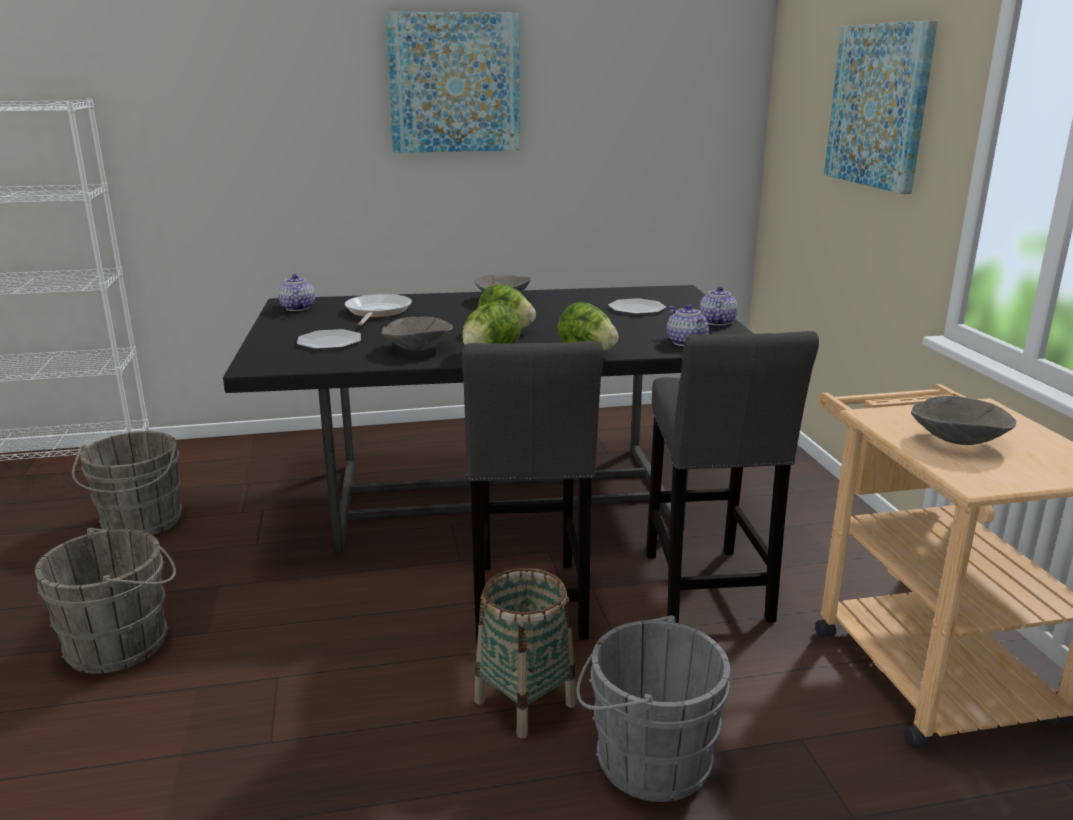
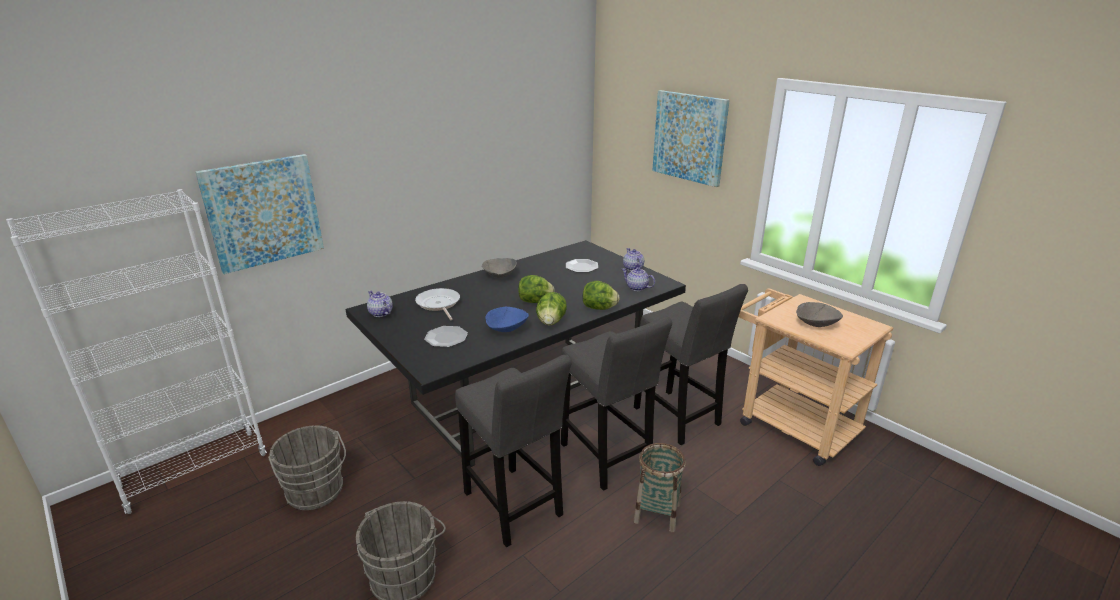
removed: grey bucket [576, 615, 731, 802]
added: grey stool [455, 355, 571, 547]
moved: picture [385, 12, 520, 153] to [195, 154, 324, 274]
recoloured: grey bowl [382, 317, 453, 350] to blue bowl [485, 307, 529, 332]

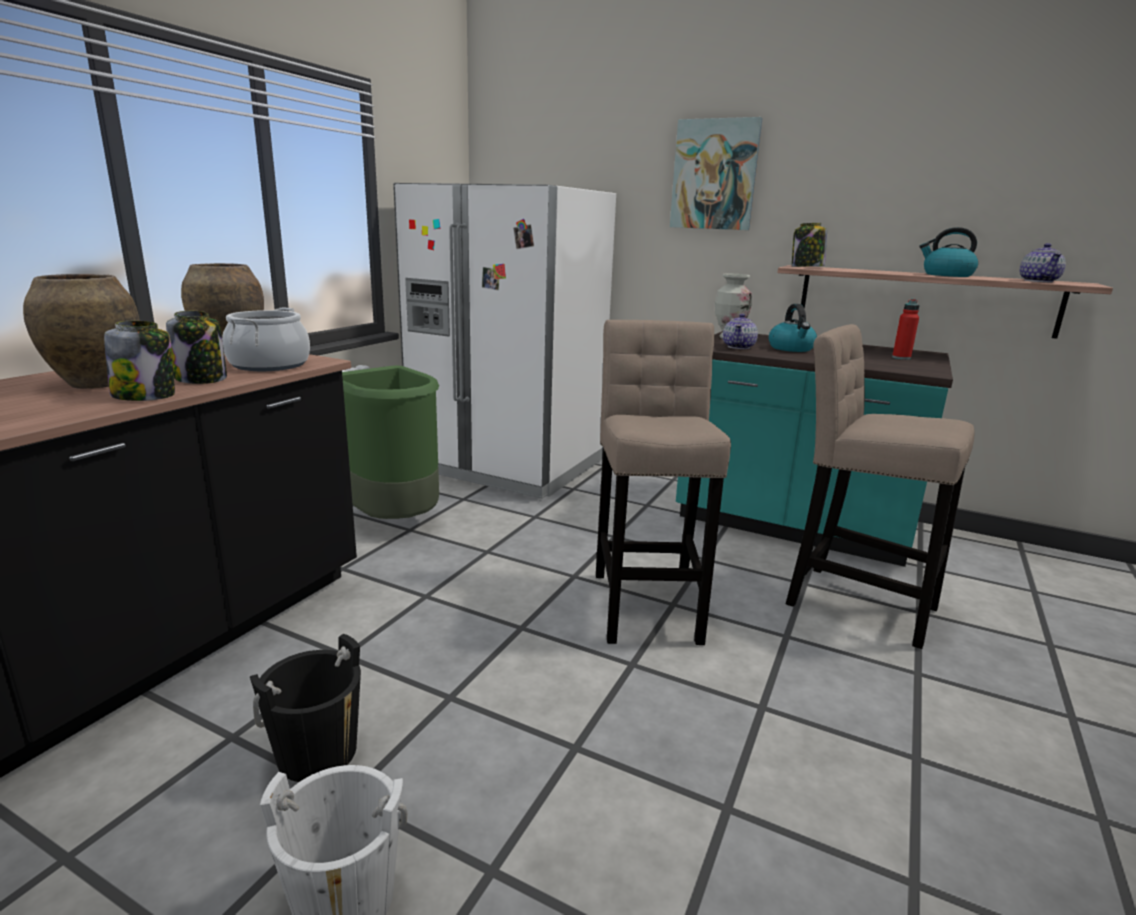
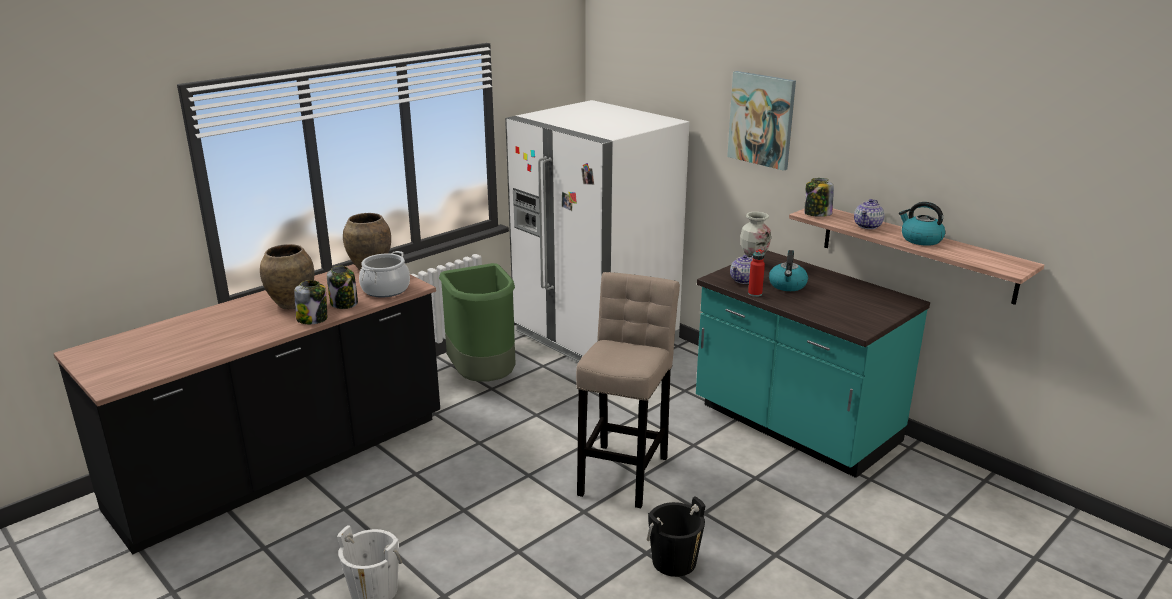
removed: beige stool [786, 324, 975, 649]
moved: black bucket [250, 633, 361, 782] to [647, 496, 705, 577]; red bottle [892, 299, 919, 360] to [748, 249, 765, 297]; teapot [1020, 243, 1066, 282] to [854, 199, 885, 229]

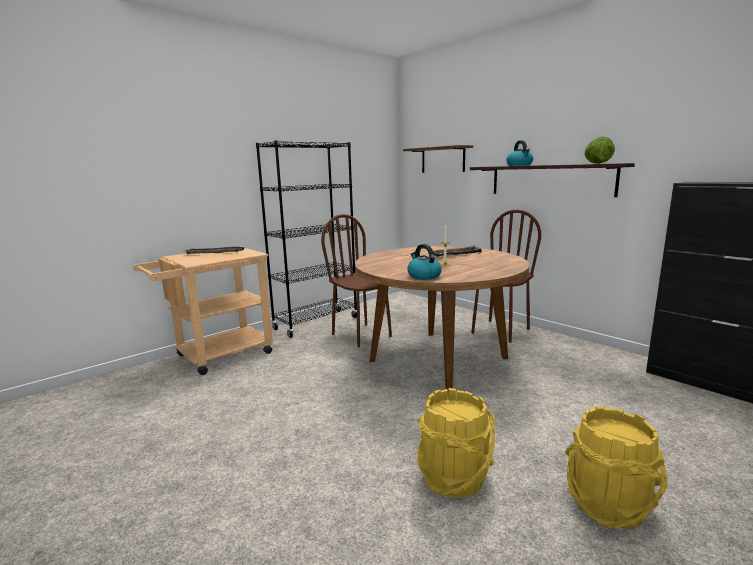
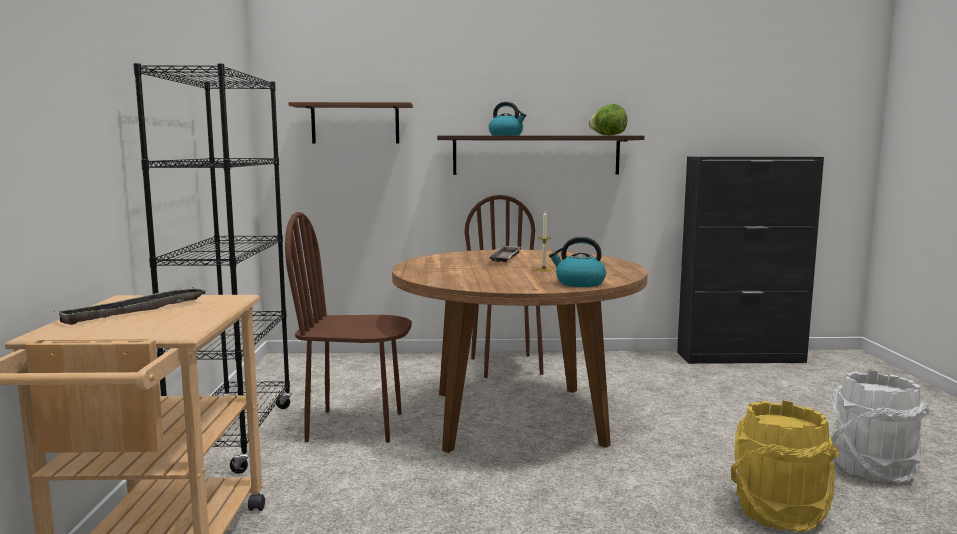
recoloured: yellow bucket [565, 406, 668, 530] to white bucket [831, 370, 930, 483]

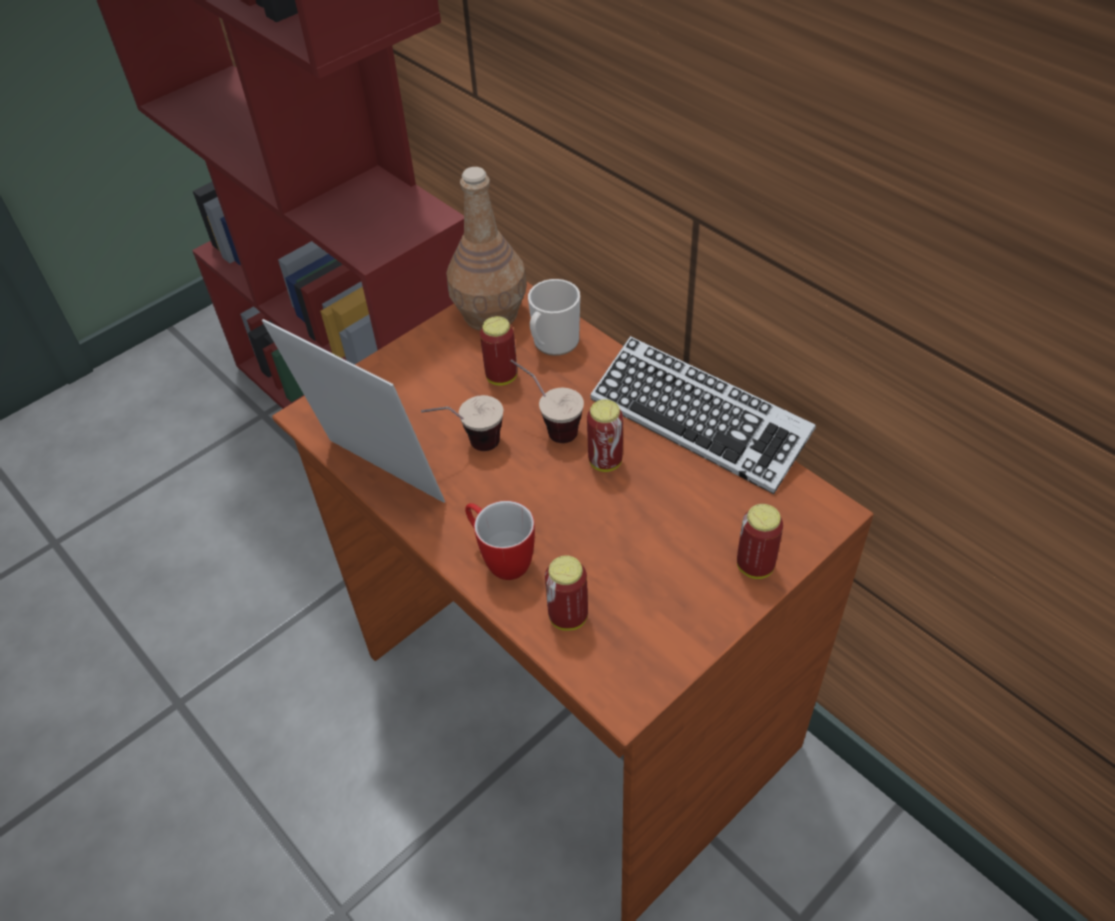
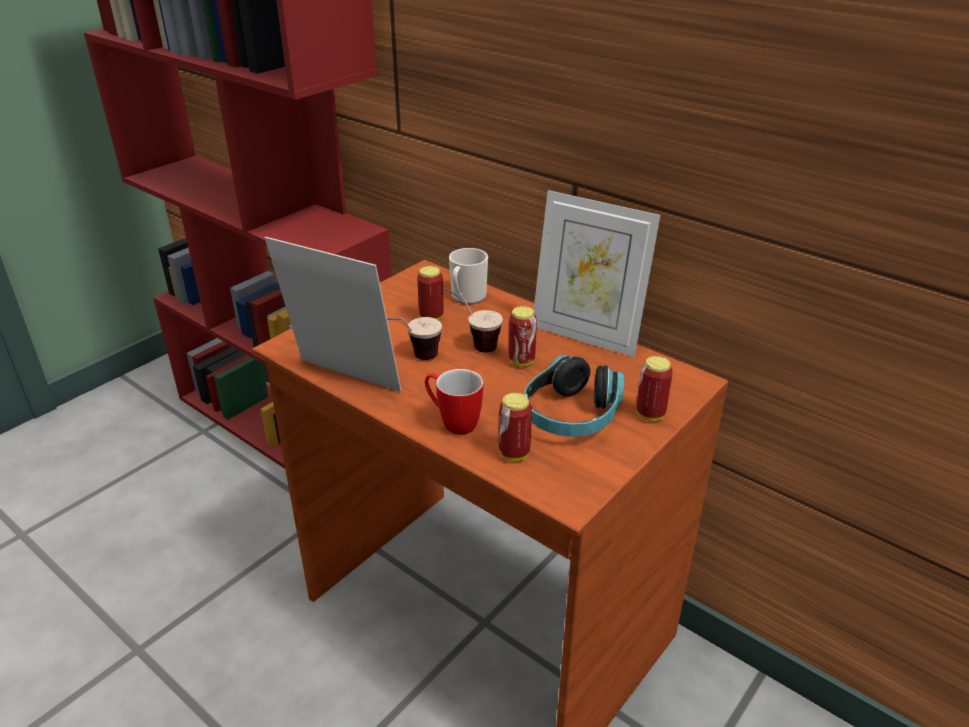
removed: brown bottle [446, 167, 527, 331]
added: headphones [524, 355, 624, 437]
replaced: keyboard [591, 336, 816, 494] to picture frame [534, 190, 660, 357]

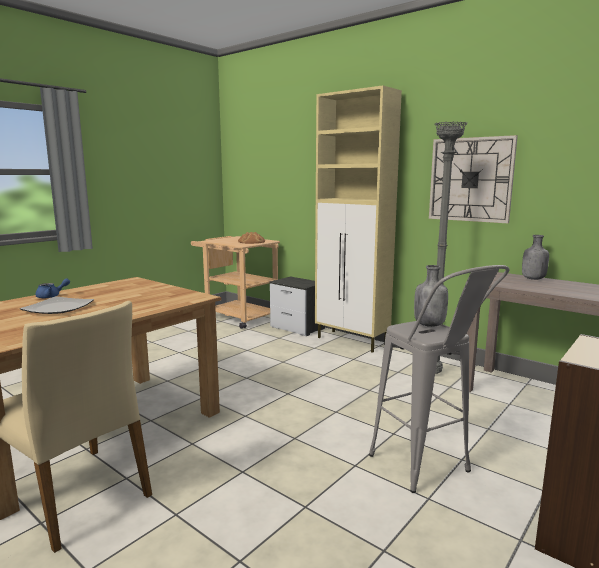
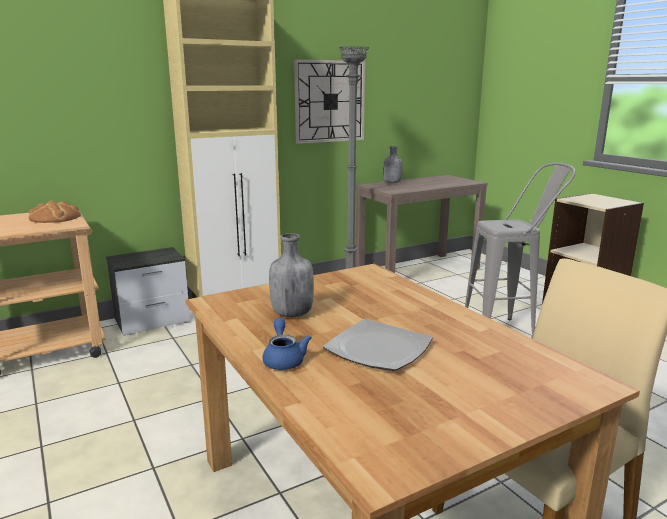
moved: grey bottle [414, 265, 448, 327] to [269, 233, 314, 317]

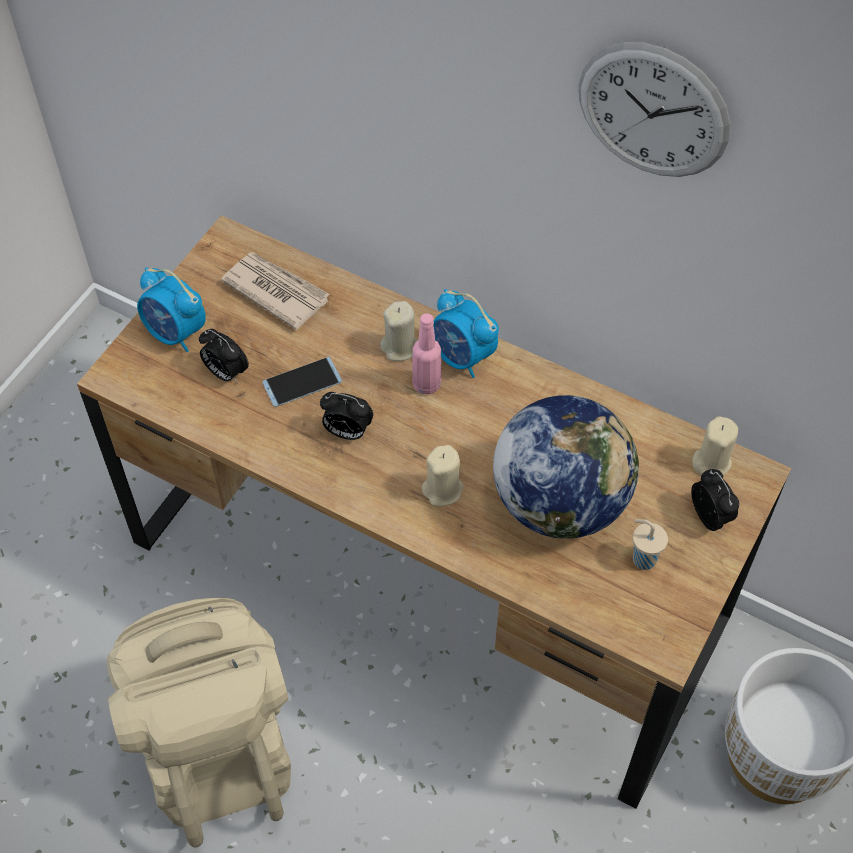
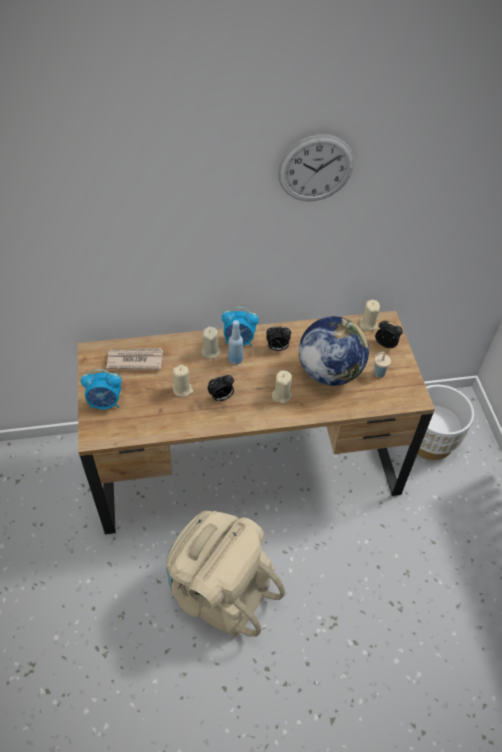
moved: alarm clock [199, 329, 249, 383] to [266, 326, 291, 351]
replaced: phone [262, 357, 342, 407] to beige candle [173, 365, 193, 397]
recoloured: pink bottle [412, 313, 441, 394] to blue bottle [228, 320, 243, 365]

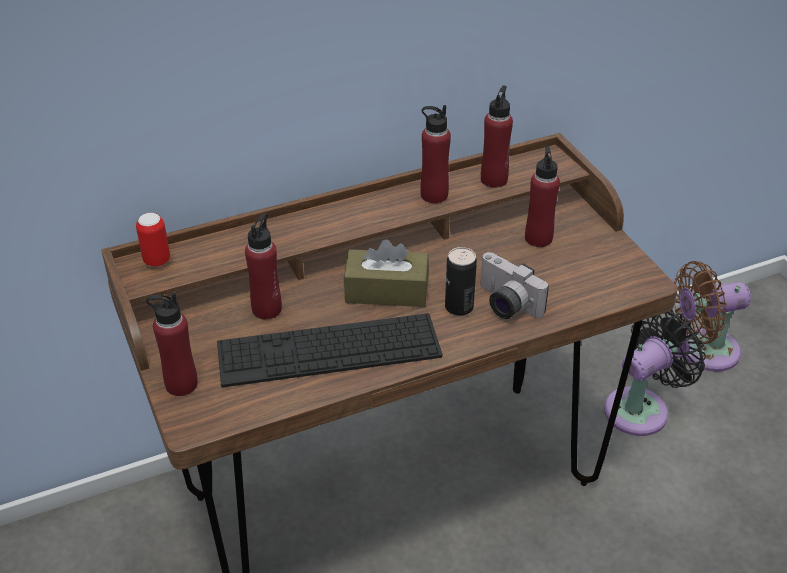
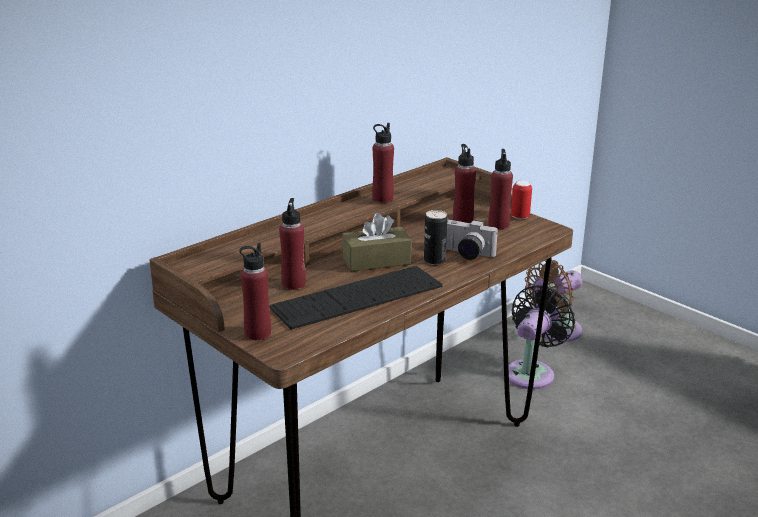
moved: can [136, 213, 170, 267] to [511, 181, 532, 220]; red bottle [481, 85, 513, 188] to [488, 149, 513, 230]

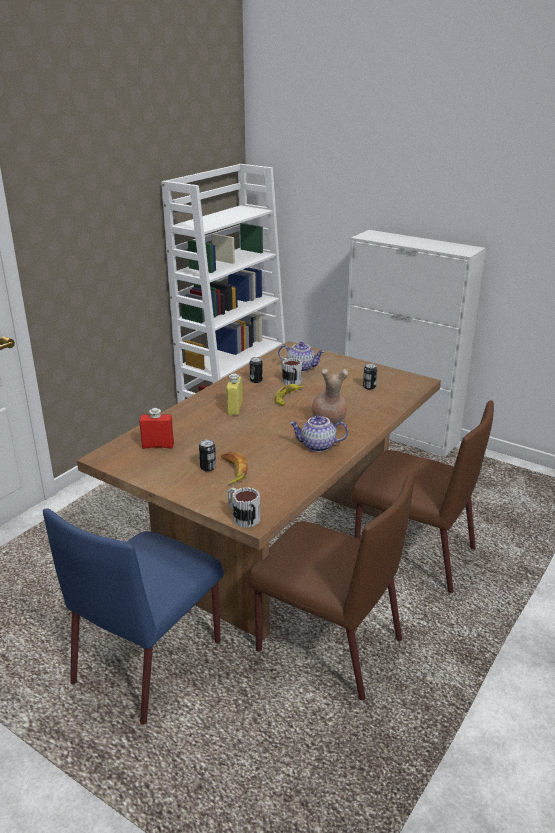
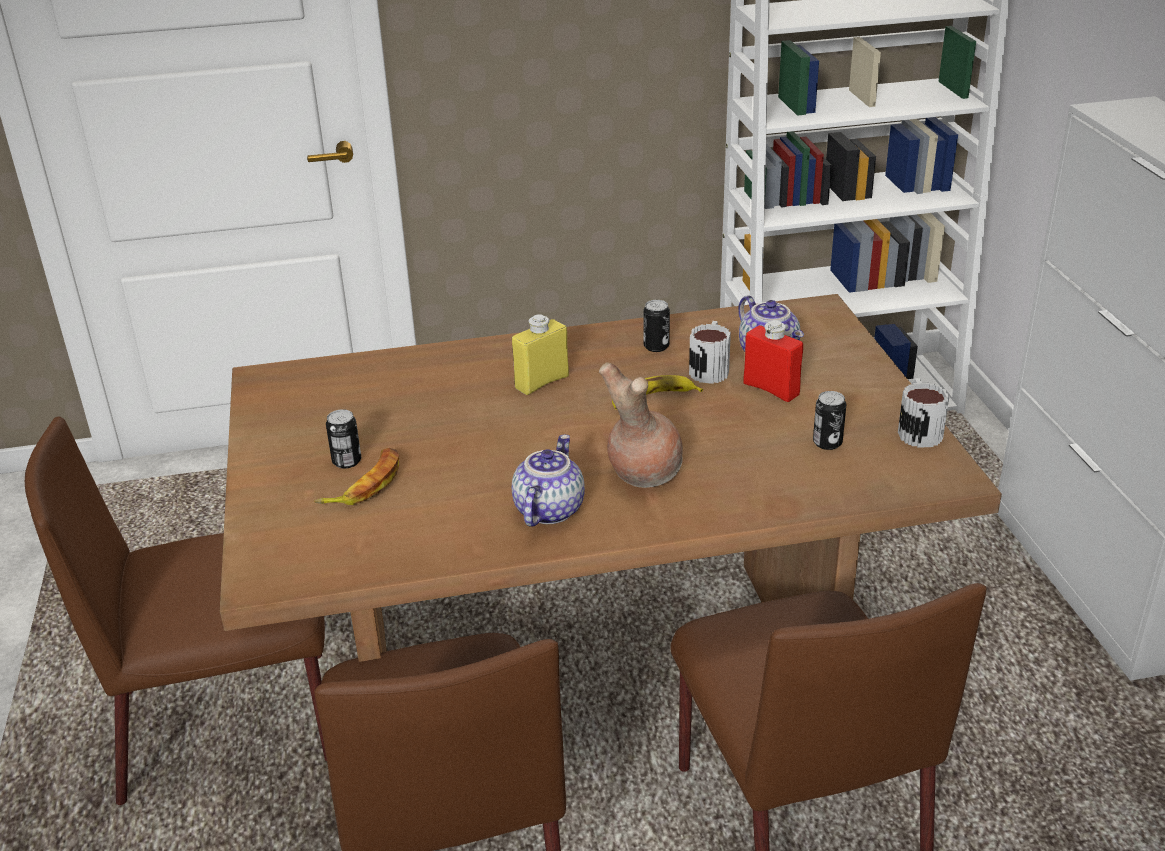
moved: red bottle [139, 408, 174, 449] to [743, 320, 803, 402]; mug [228, 487, 260, 528] to [898, 378, 949, 448]
recoloured: blue chair [43, 508, 224, 725] to brown chair [25, 417, 327, 805]
turned: teapot [290, 415, 348, 452] = [512, 435, 585, 527] 60 degrees clockwise

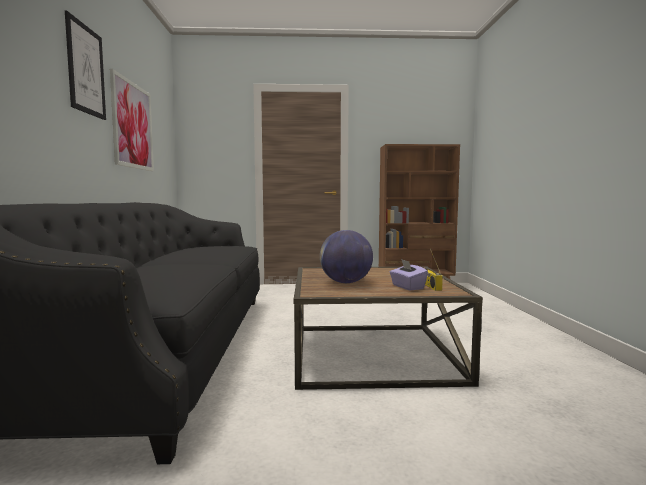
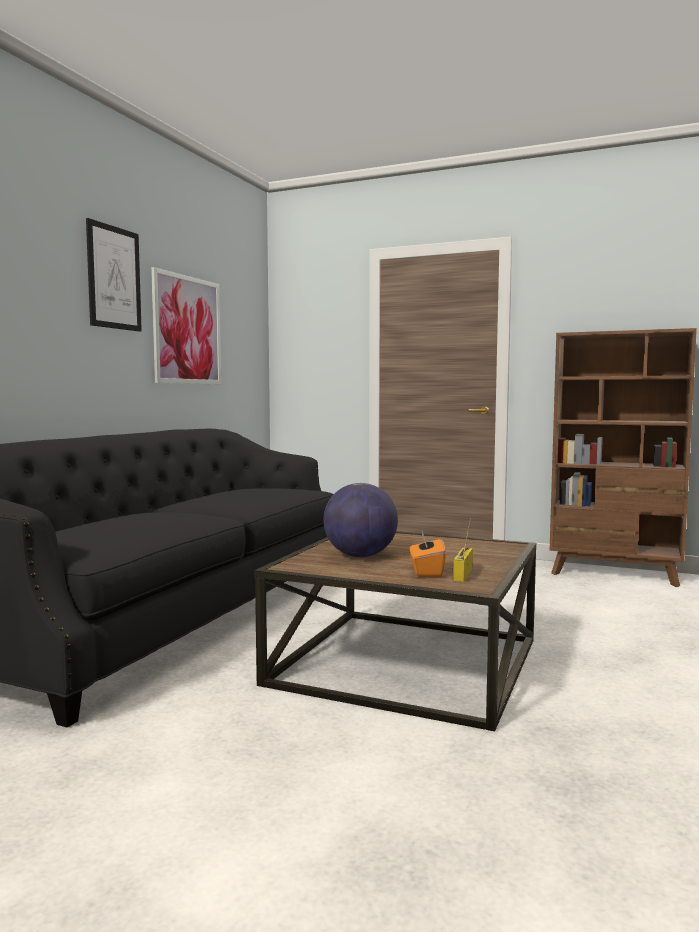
recoloured: purple tissue box [390, 259, 428, 290] to orange tissue box [410, 531, 446, 577]

